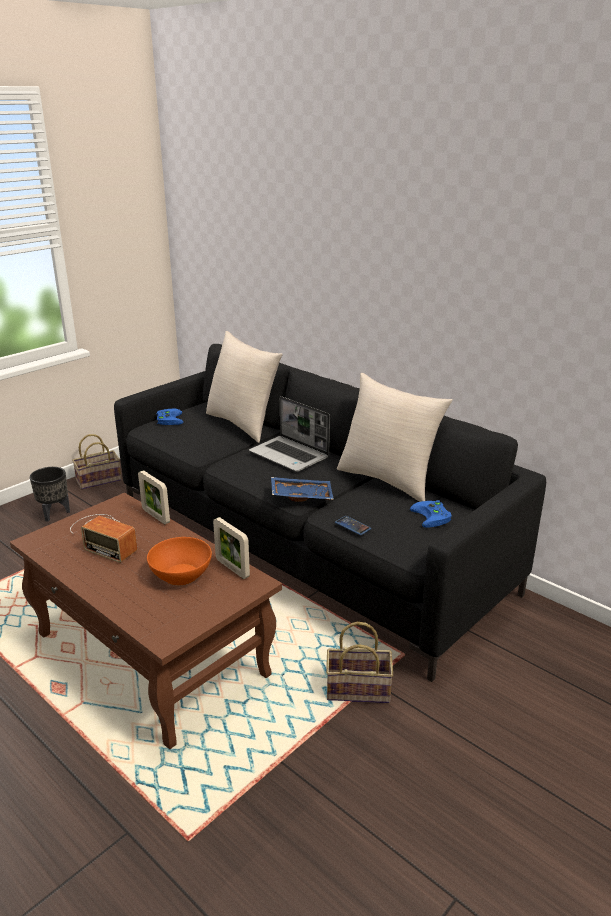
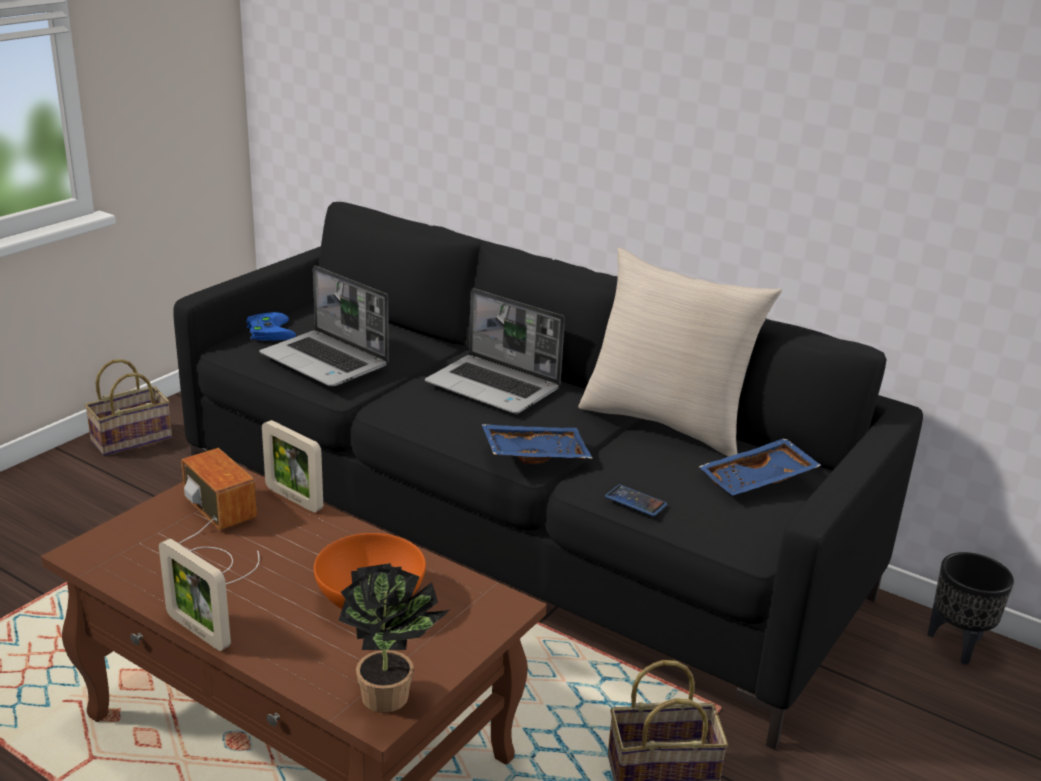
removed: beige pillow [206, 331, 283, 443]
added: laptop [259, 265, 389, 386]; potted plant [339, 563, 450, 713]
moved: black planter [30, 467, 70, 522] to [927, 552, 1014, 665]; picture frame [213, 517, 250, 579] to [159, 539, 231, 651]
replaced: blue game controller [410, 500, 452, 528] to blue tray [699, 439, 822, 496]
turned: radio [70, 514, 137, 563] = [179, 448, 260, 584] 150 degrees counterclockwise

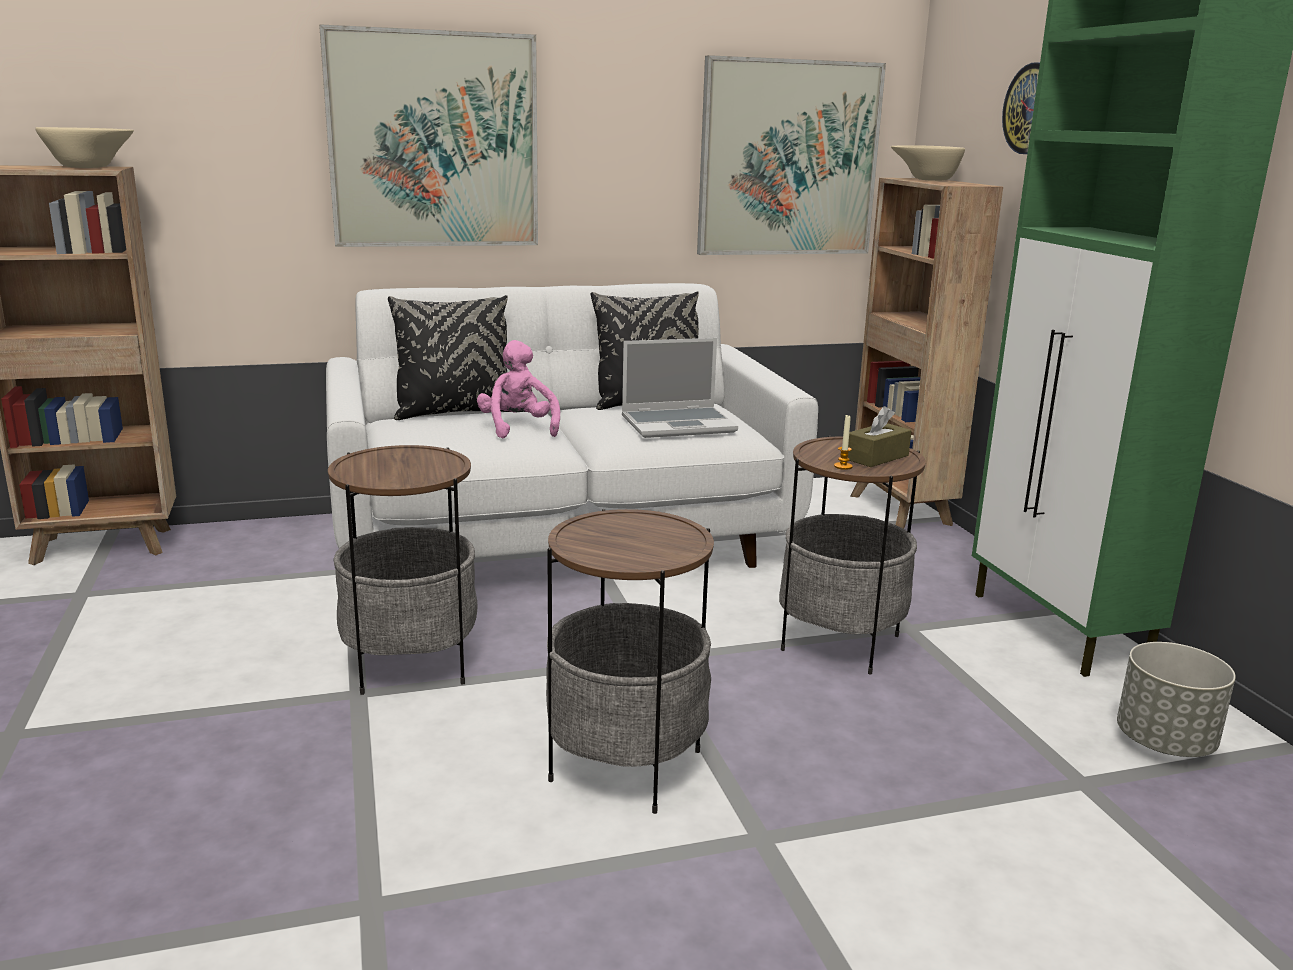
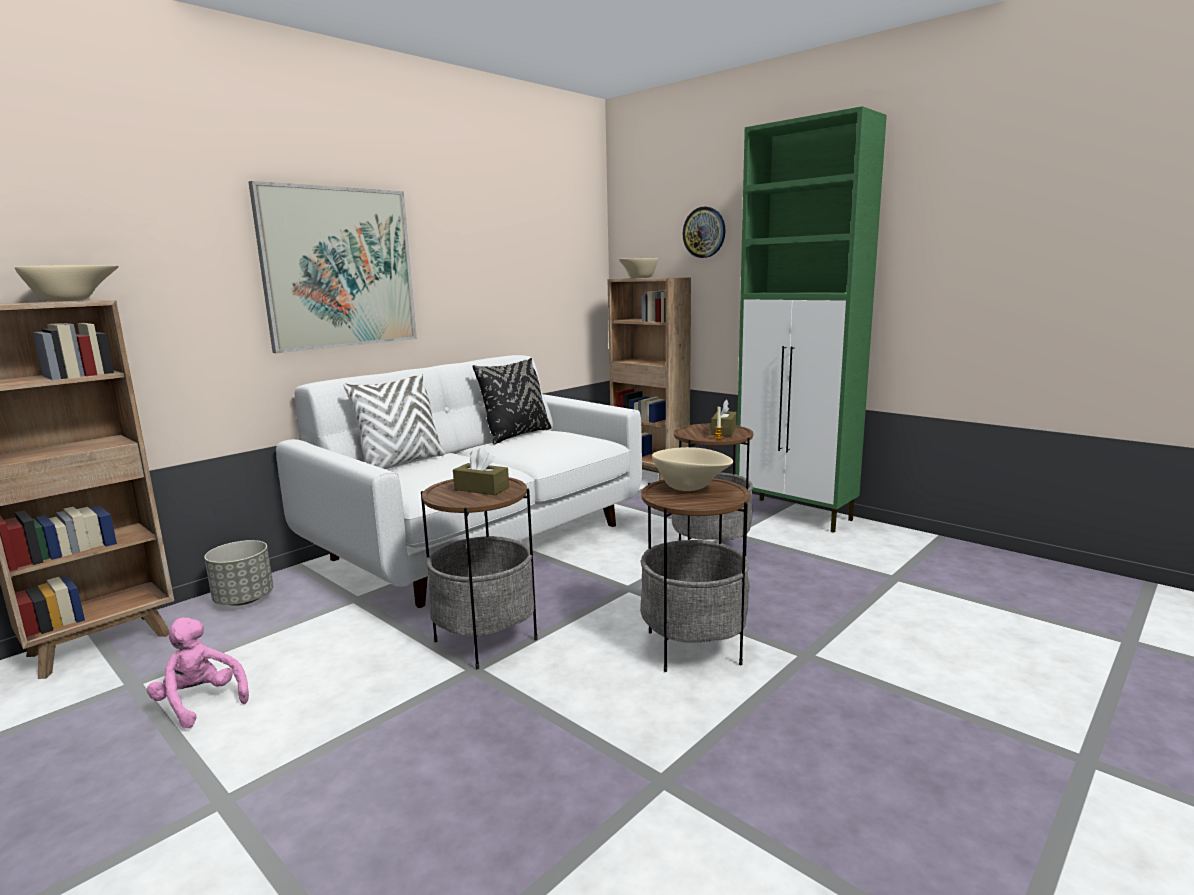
removed: laptop [622, 338, 738, 438]; picture [697, 55, 886, 255]
added: brown tissue box [453, 448, 509, 495]; beige bowl [652, 447, 733, 491]
moved: pink plush toy [477, 340, 560, 438] to [147, 618, 249, 728]; grey planter [1117, 642, 1236, 757] to [204, 540, 273, 606]
recoloured: black pillow [388, 295, 510, 420] to white pillow [343, 374, 445, 469]

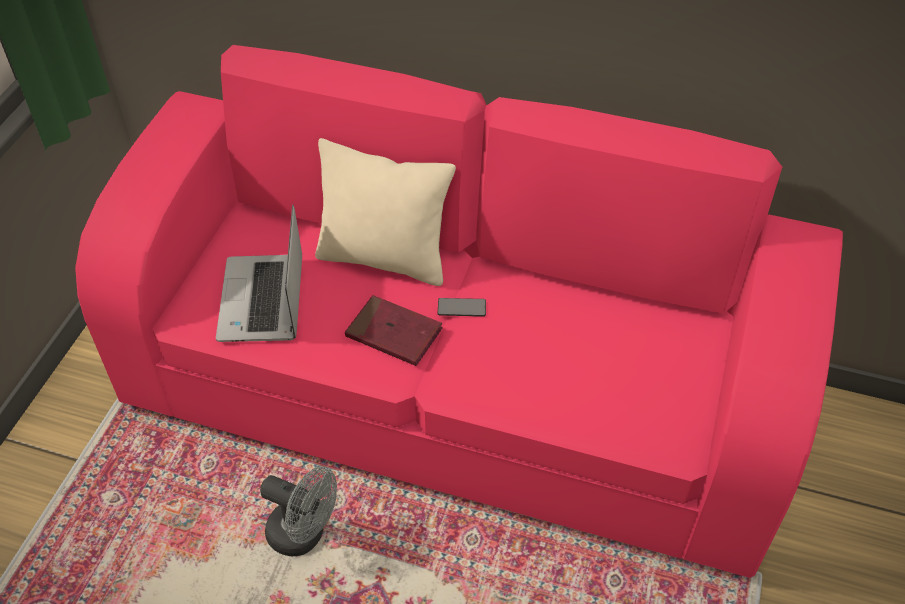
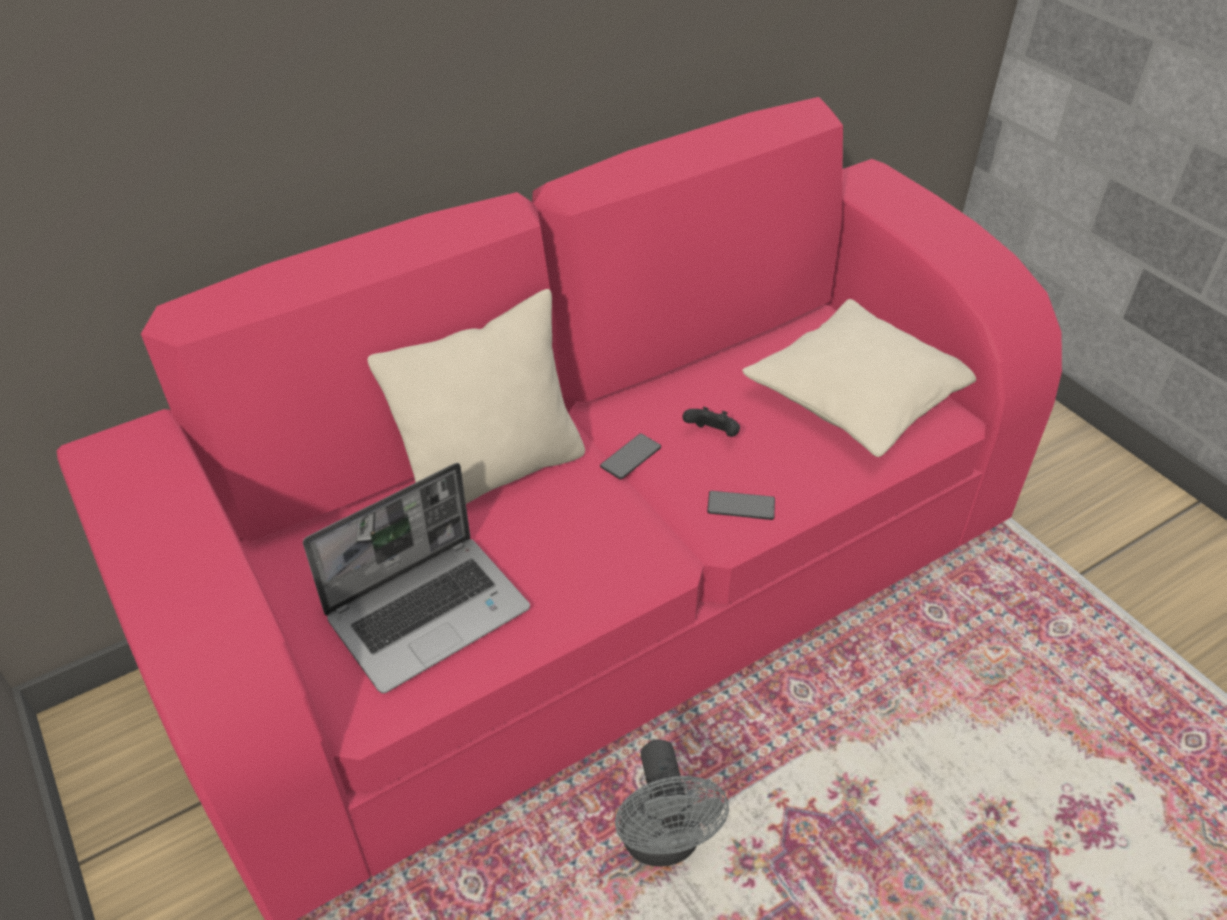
removed: red book [345, 295, 443, 366]
added: black game controller [682, 407, 740, 437]; phone [707, 491, 775, 520]; beige pillow [742, 299, 976, 457]
turned: laptop [216, 205, 302, 342] = [303, 463, 530, 693] 75 degrees counterclockwise; grey fan [260, 467, 337, 556] = [615, 740, 729, 867] 105 degrees clockwise

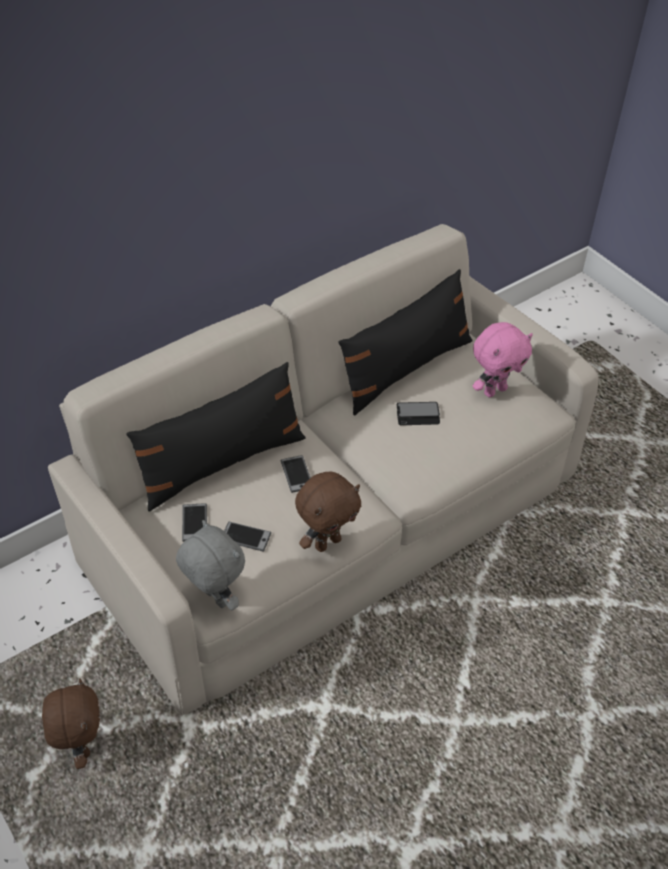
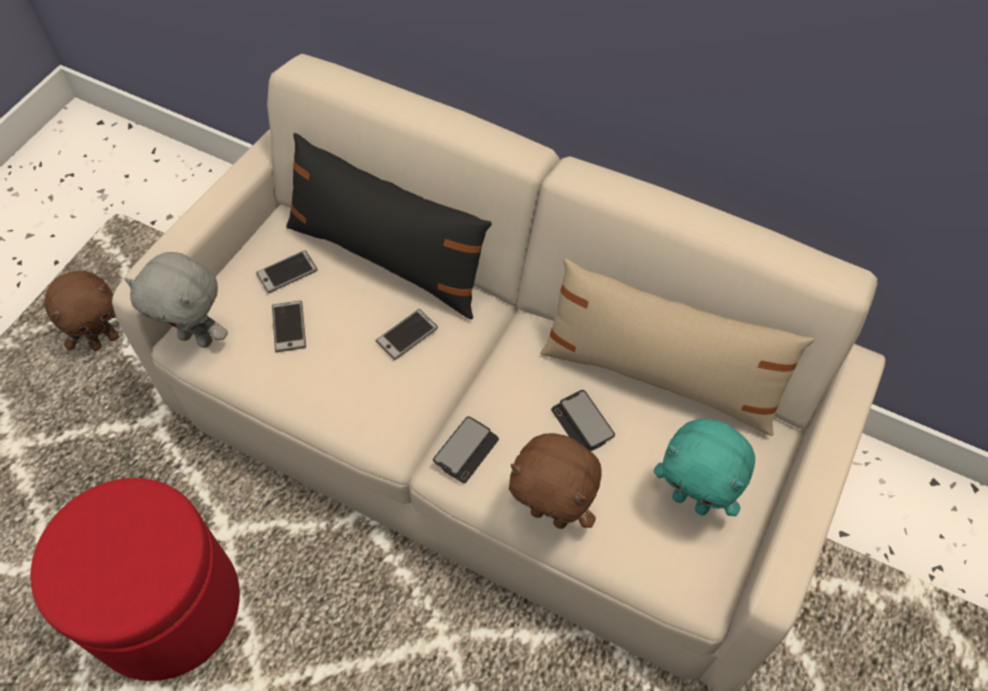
added: red ottoman [30, 478, 240, 681]; phone [433, 417, 499, 483]
moved: brown plush toy [295, 472, 361, 552] to [509, 433, 602, 529]
recoloured: black pillow [338, 269, 473, 415] to beige pillow [540, 259, 815, 436]; pink plush toy [473, 322, 533, 397] to turquoise plush toy [654, 419, 755, 516]
turned: grey plush toy [176, 520, 245, 610] = [125, 252, 228, 348] 90 degrees clockwise

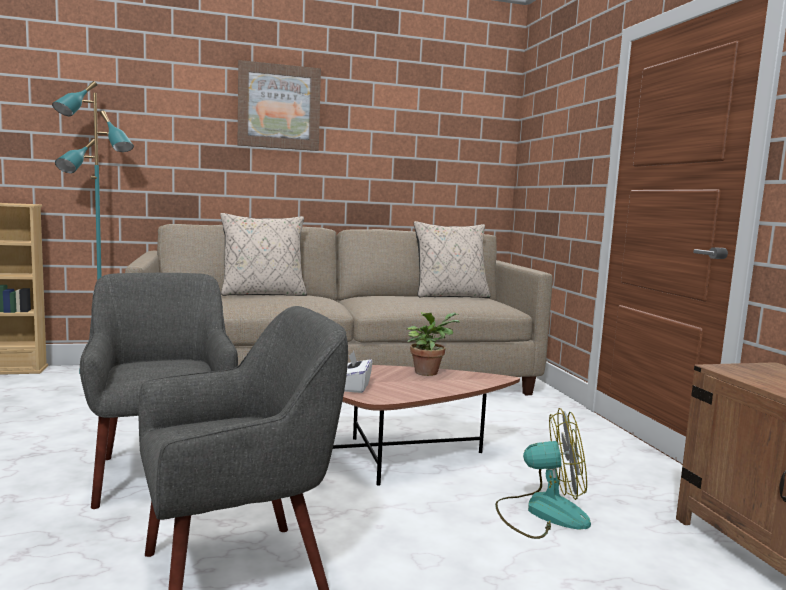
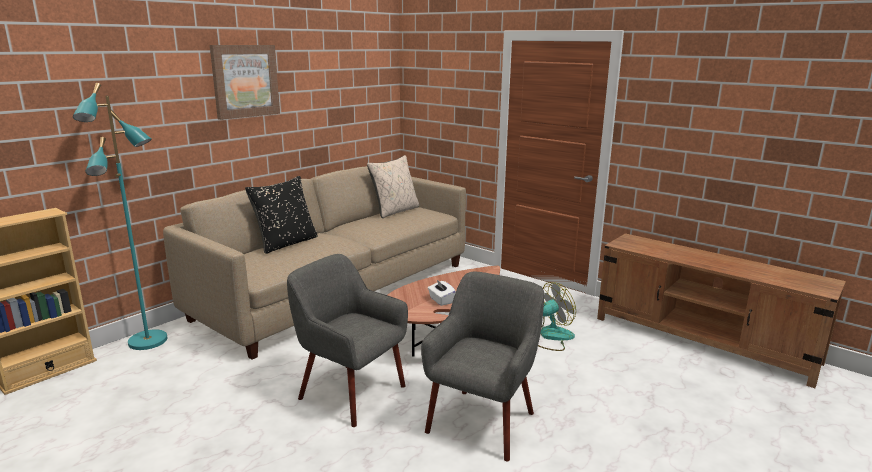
removed: potted plant [406, 312, 460, 376]
recoloured: beige pillow [220, 213, 307, 296] to black pillow [245, 176, 318, 254]

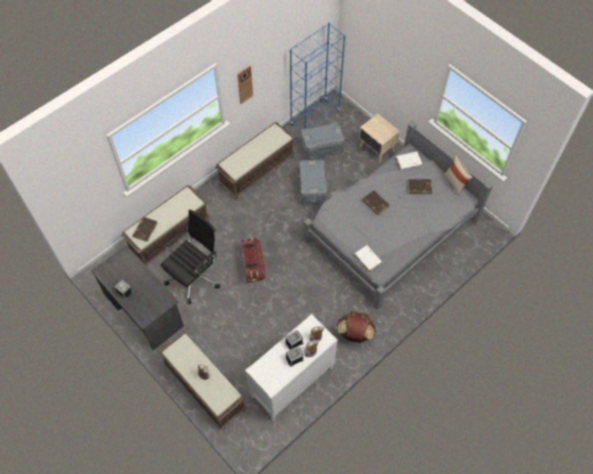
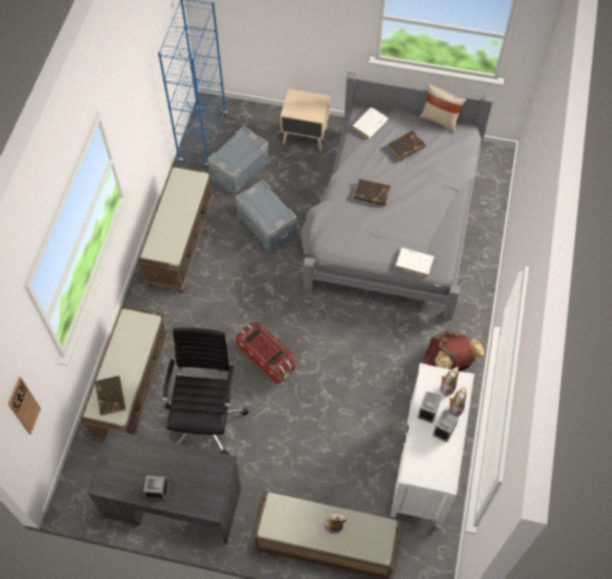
moved: wall clock [237, 65, 253, 104] to [8, 377, 41, 434]

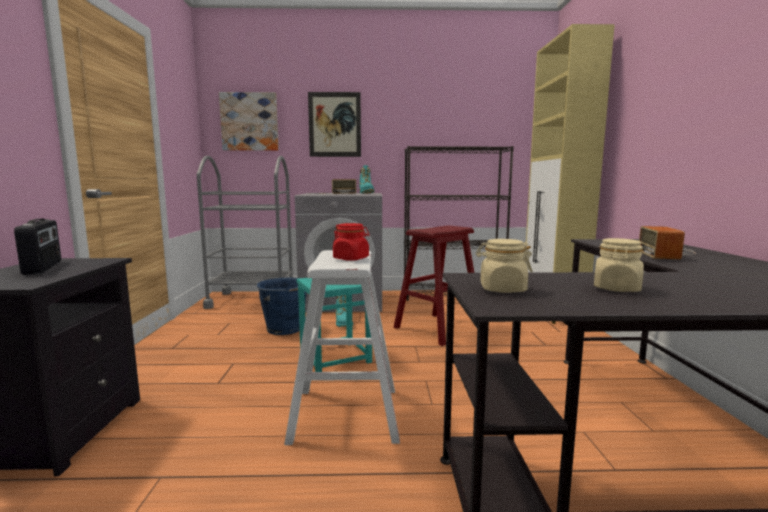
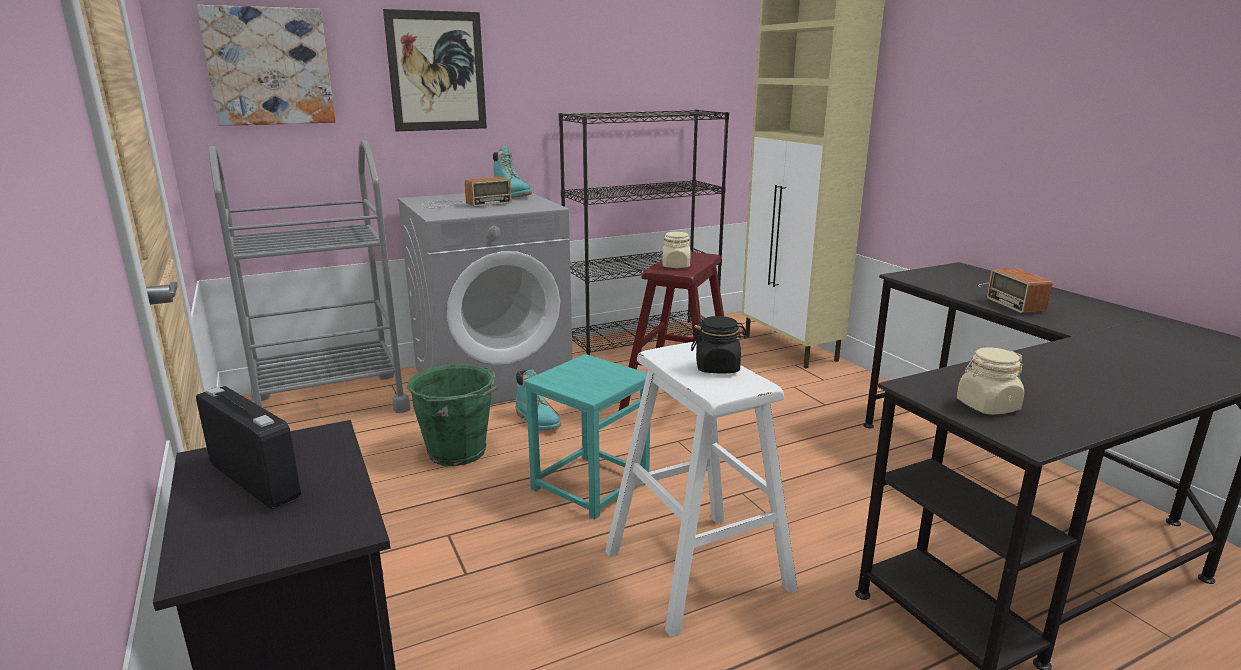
moved: beige jar [594, 238, 644, 292] to [662, 232, 691, 268]
recoloured: blue bucket [257, 278, 307, 335] to green bucket [407, 364, 497, 466]; red jar [333, 223, 370, 261] to black jar [691, 316, 748, 373]

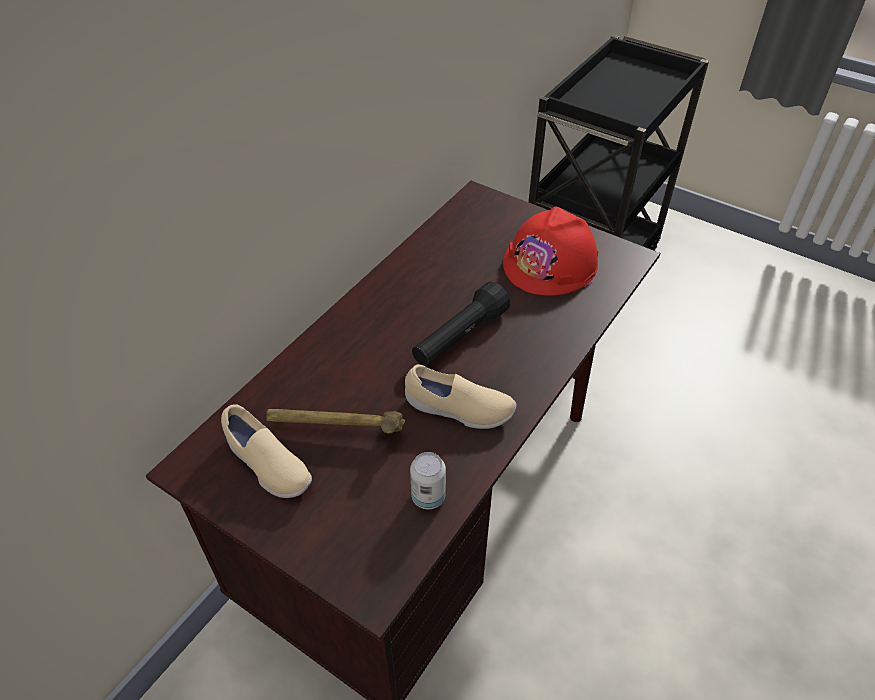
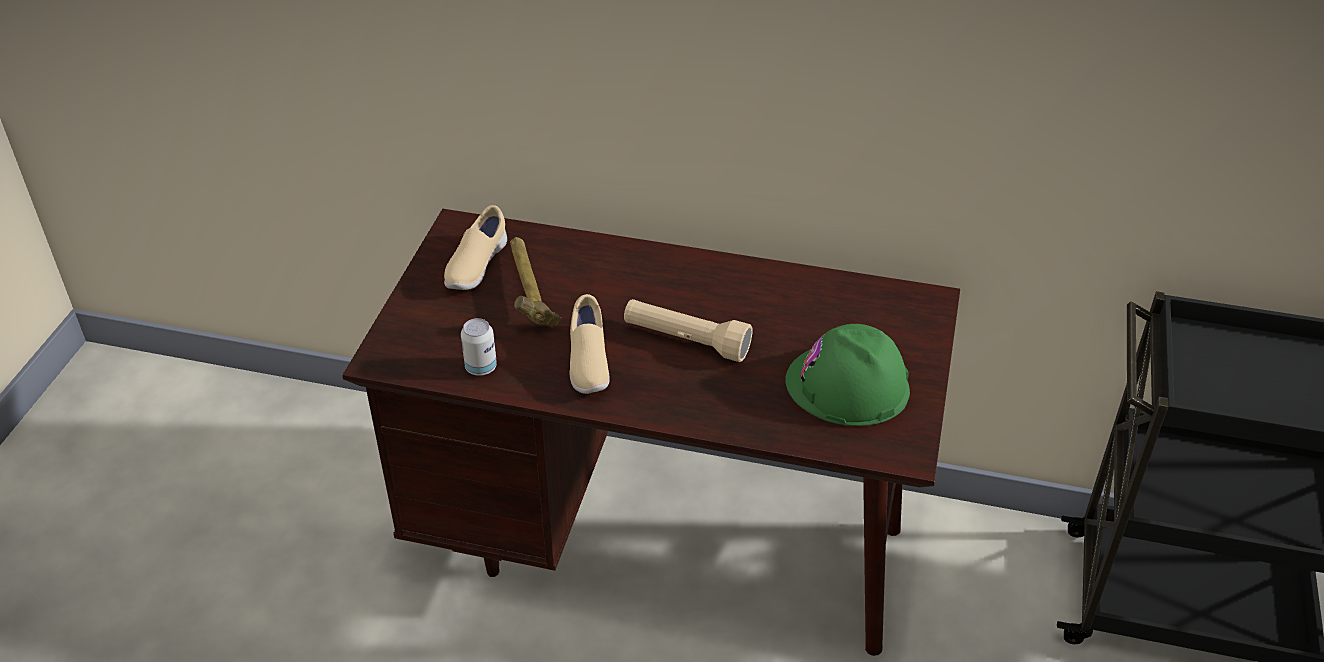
recoloured: black flashlight [412, 282, 510, 366] to beige flashlight [624, 299, 753, 362]; red hard hat [503, 206, 598, 296] to green hard hat [785, 324, 910, 426]

